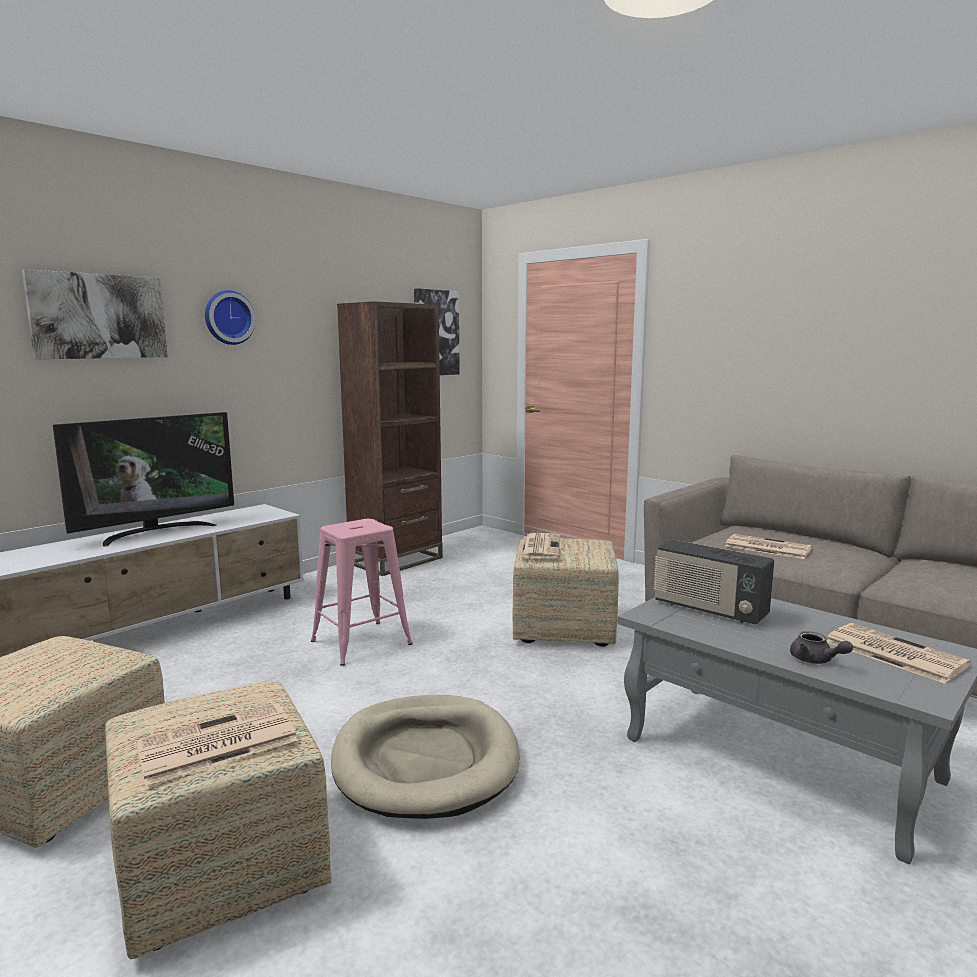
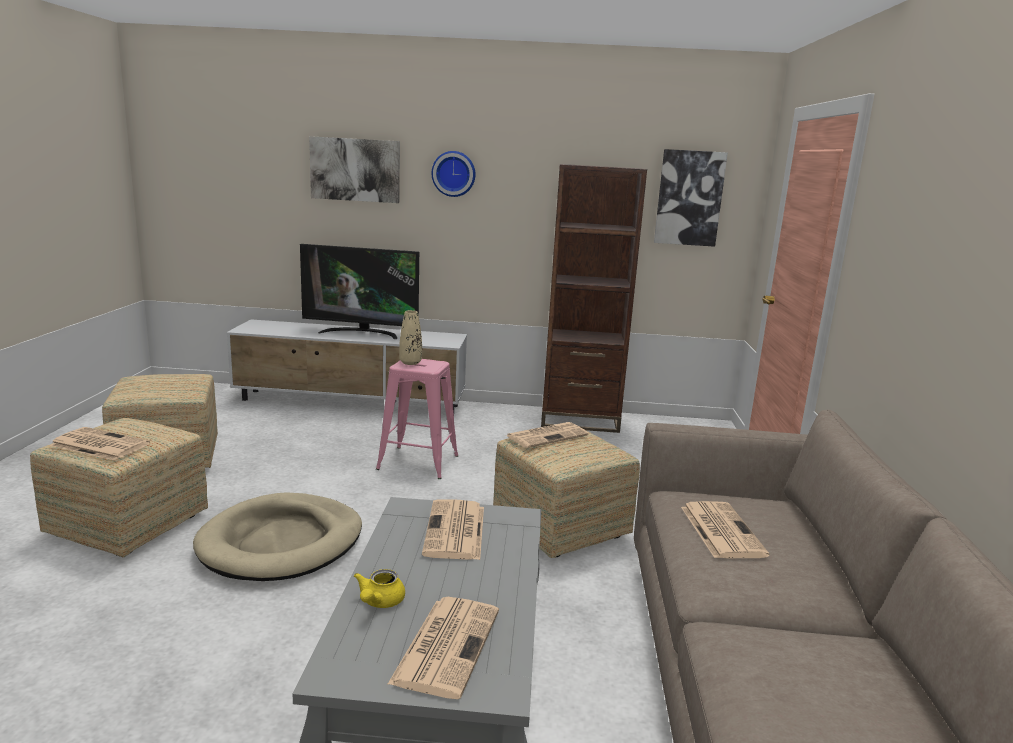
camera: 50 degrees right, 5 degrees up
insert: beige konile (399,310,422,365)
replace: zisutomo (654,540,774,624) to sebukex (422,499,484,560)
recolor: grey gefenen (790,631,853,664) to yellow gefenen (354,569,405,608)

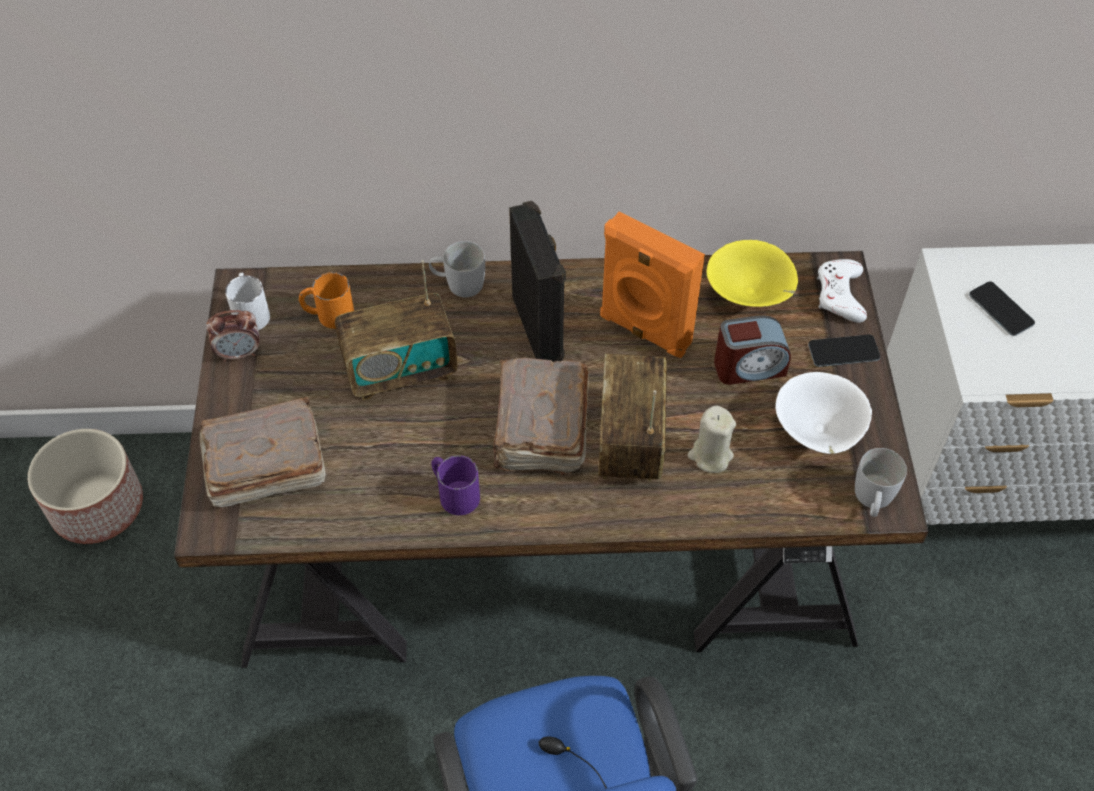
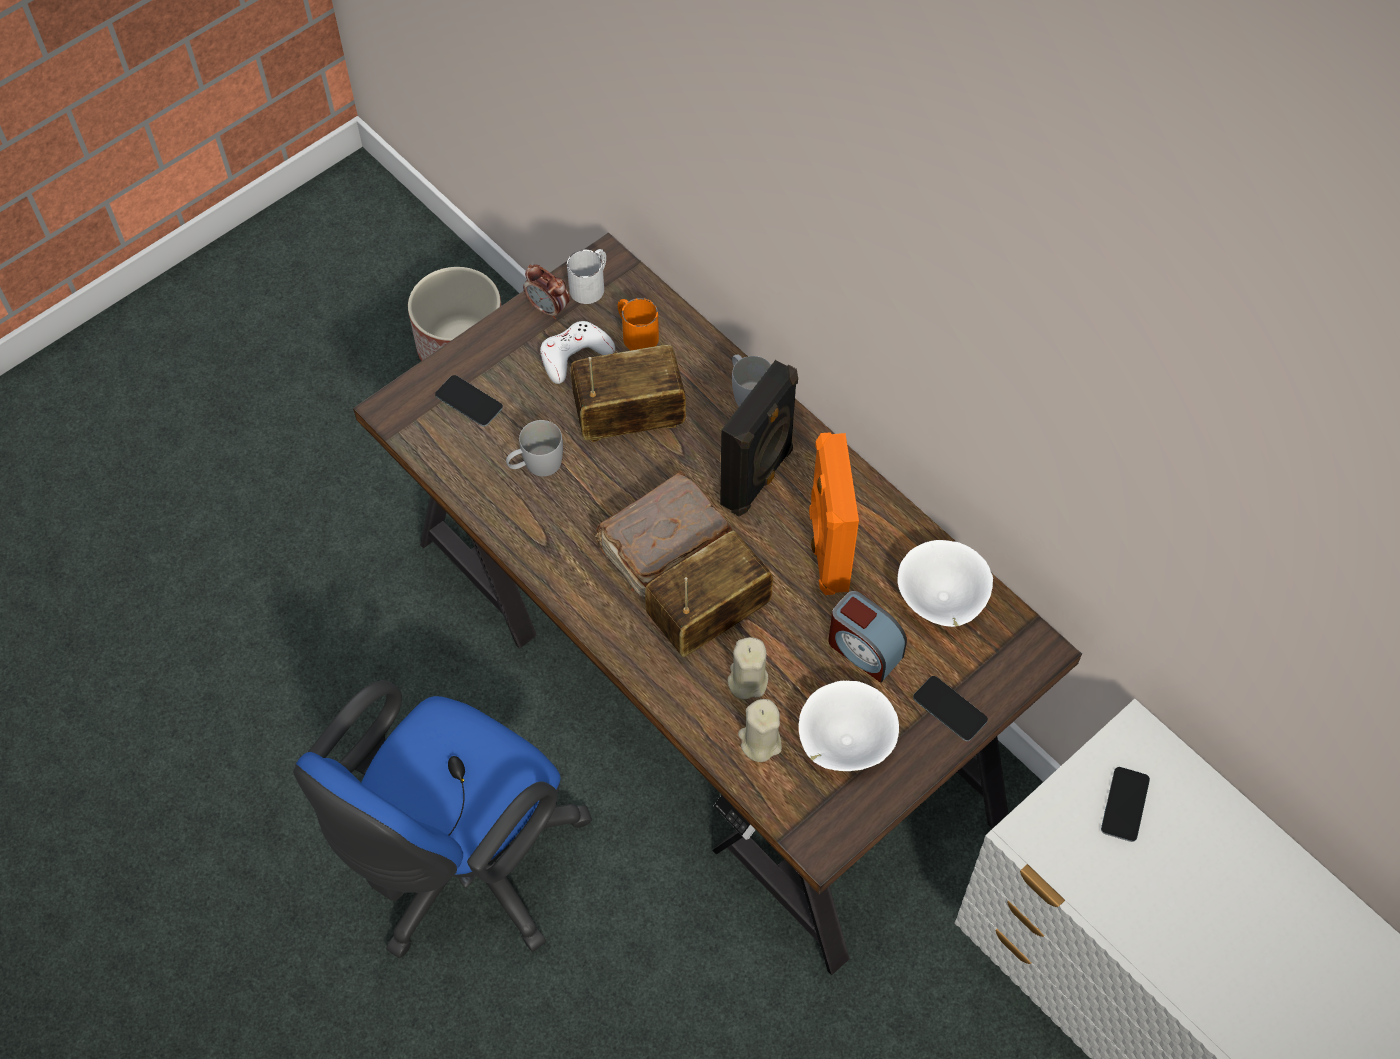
camera: 50 degrees right, 5 degrees up
delete: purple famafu (431,455,480,515)
insert: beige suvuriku (738,699,782,762)
move: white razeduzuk (817,259,867,323) to (540,321,615,384); white famafu (855,448,907,517) to (506,420,563,477)
replace: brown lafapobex (199,397,326,507) to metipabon (435,375,503,426)
recolor: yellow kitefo (707,240,798,307) to white kitefo (897,540,993,627)
rotate: zisutomo (335,260,457,400) = (570,345,686,442) 135 degrees clockwise

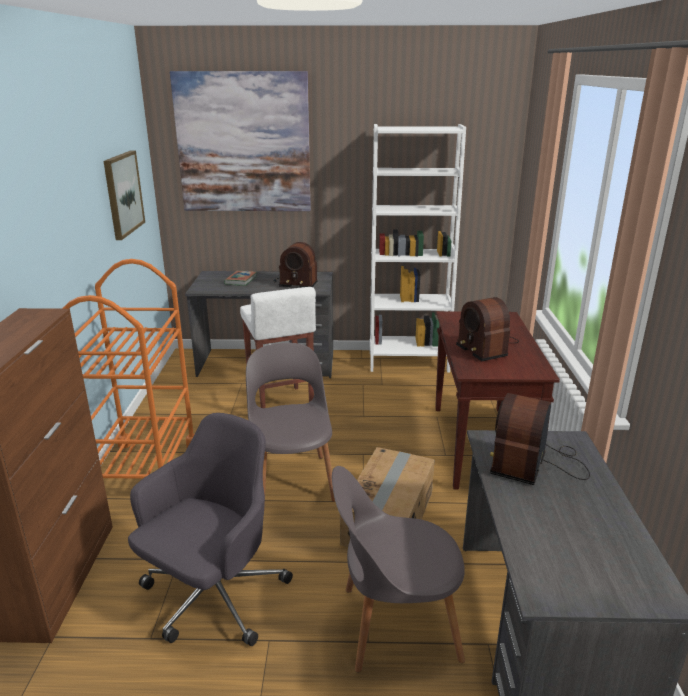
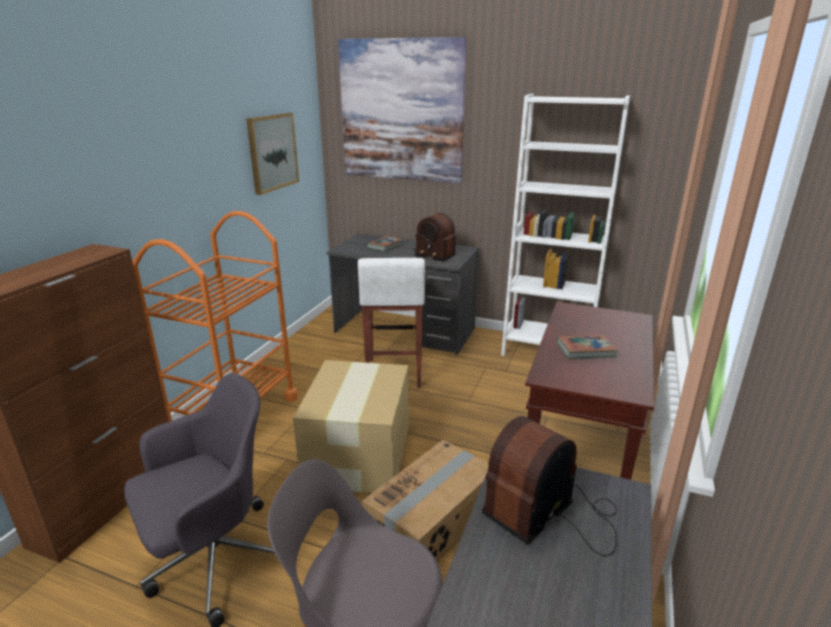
camera: 20 degrees right, 0 degrees up
replace: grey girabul (246,343,335,508) to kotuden (293,360,409,493); zisutomo (456,297,519,361) to lafapobex (557,335,618,359)

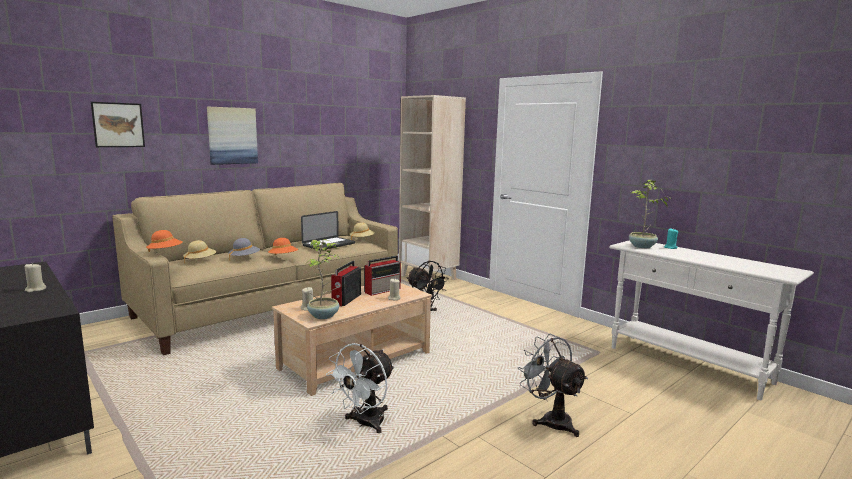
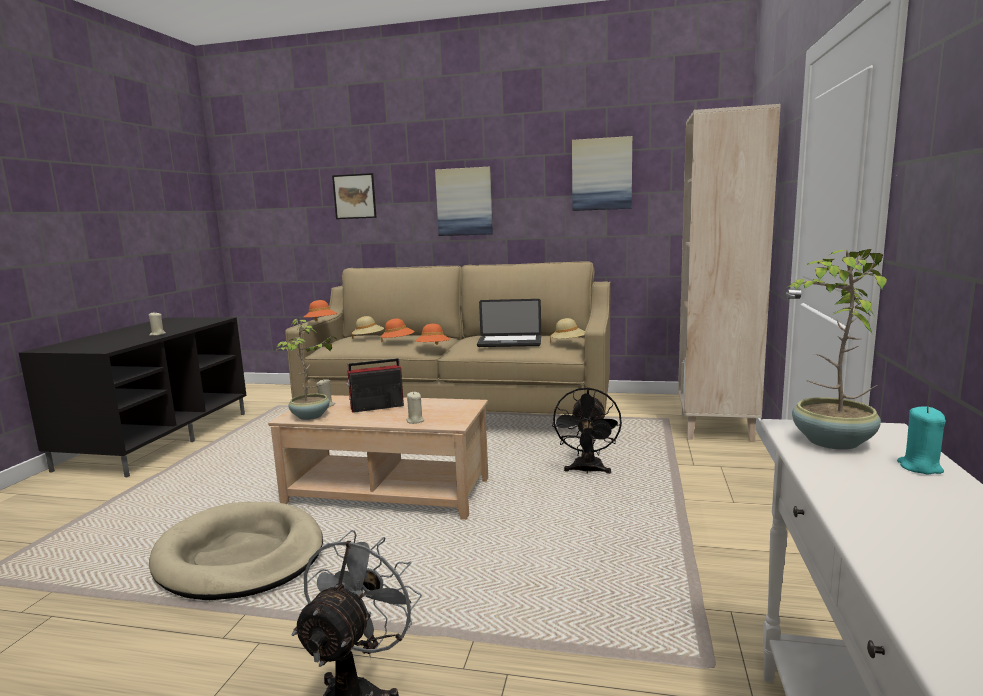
camera: 55 degrees right, 0 degrees up
delete: zisutomo (364,256,401,296)
insert: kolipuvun (572,136,632,211)
replace: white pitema (326,343,395,433) to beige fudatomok (149,502,323,600)
recolor: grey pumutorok (228,238,260,260) to orange pumutorok (380,319,415,342)

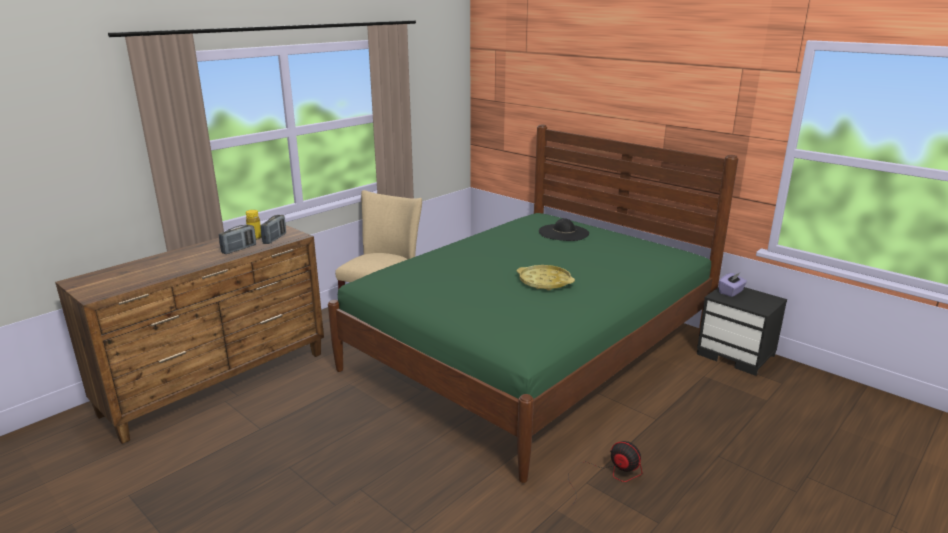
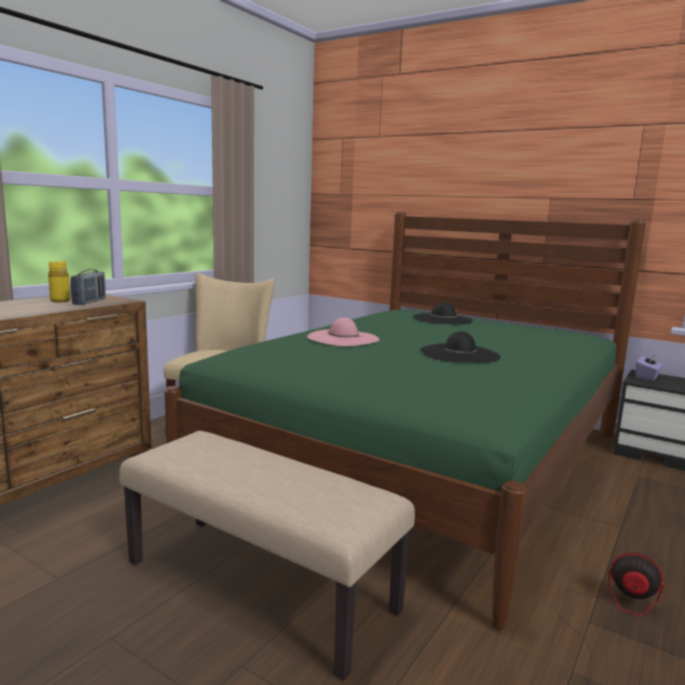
camera: 10 degrees left, 10 degrees down
delete: zisutomo (219,225,256,254)
insert: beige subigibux (119,431,415,680); pink pumutorok (307,317,379,346)
replace: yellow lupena (517,265,575,290) to black pumutorok (420,331,500,363)

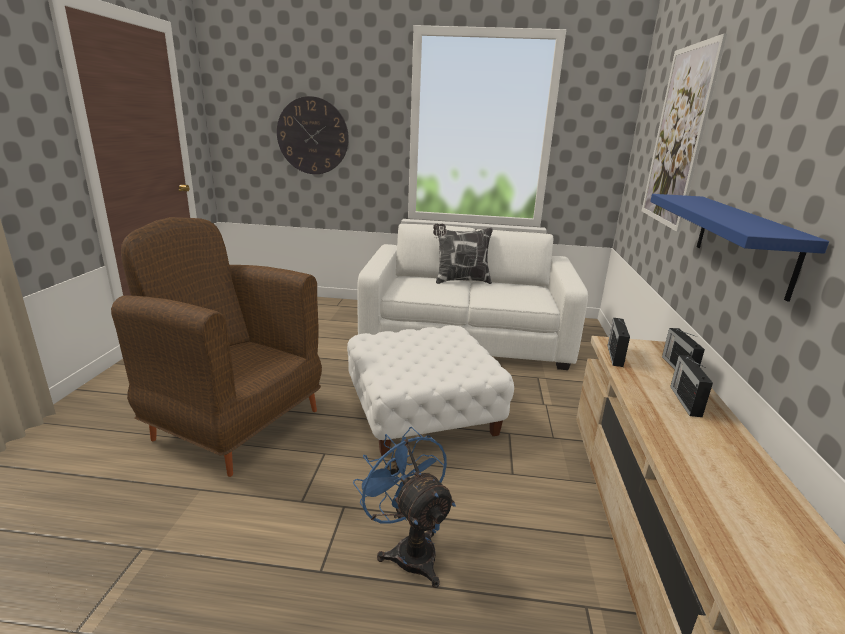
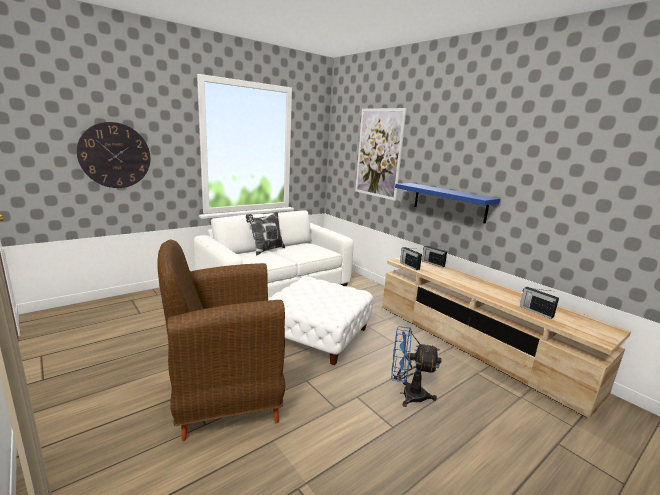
camera: 45 degrees left, 5 degrees down
move: zisutomo (670,355,713,417) to (520,287,559,319)

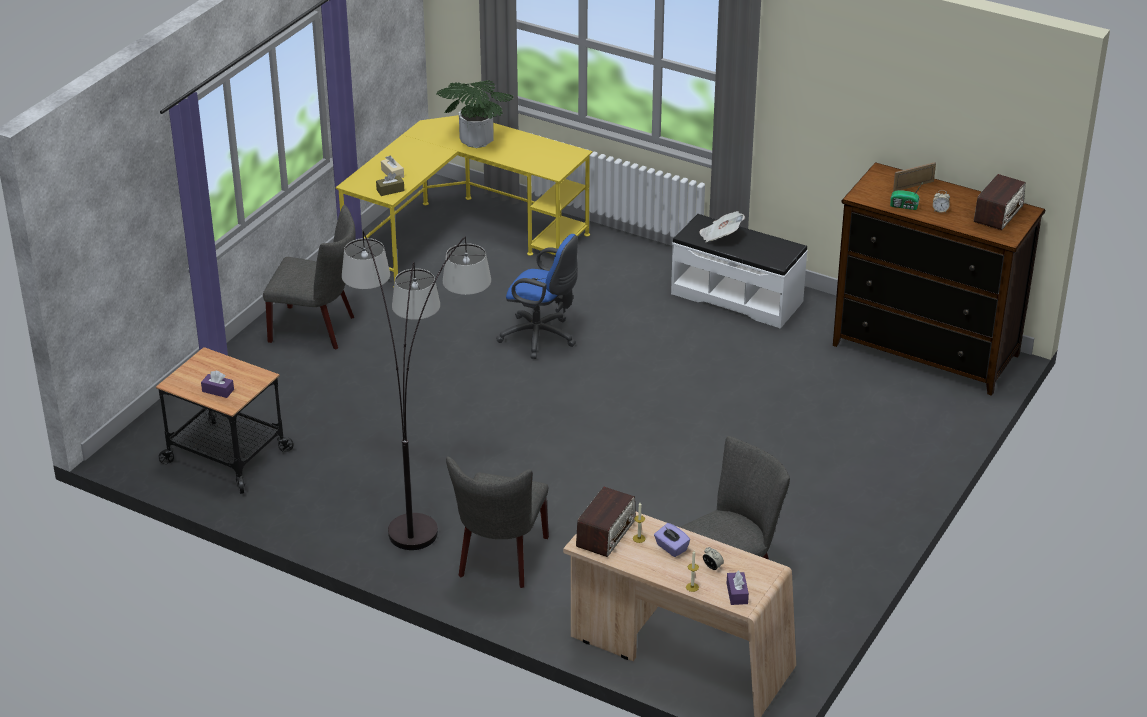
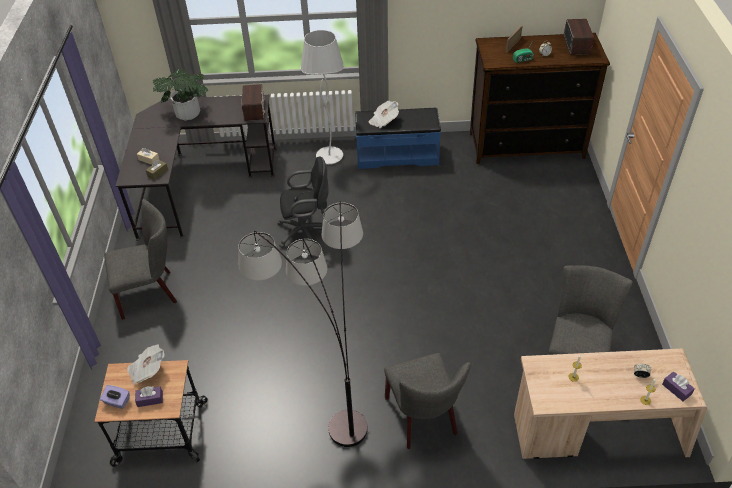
camera: 30 degrees left, 10 degrees up
insert: sebukex (127,344,165,384); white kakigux (301,30,344,165)
move: zisutomo (576,487,636,557) to (242,84,265,121); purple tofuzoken (654,523,690,557) to (100,385,130,409)
recolor: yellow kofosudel (336,115,592,283) to black kofosudel (116,94,277,240); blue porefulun (496,234,578,359) to black porefulun (277,157,329,248); white subigibux (671,214,808,329) to blue subigibux (355,108,441,169)

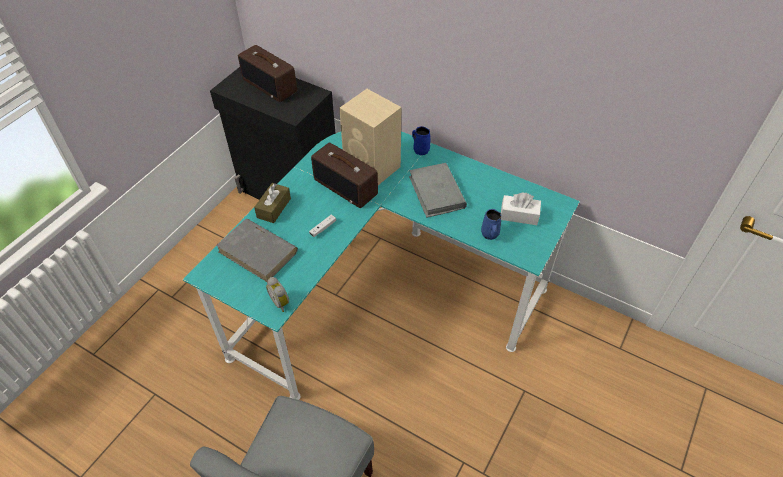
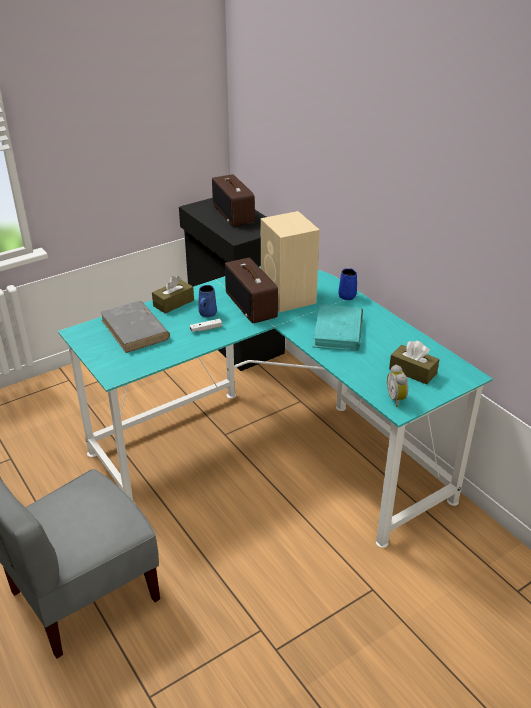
camera: 25 degrees right, 15 degrees down
move: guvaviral (266,277,289,312) to (387,365,408,407); blue famafu (481,209,501,240) to (198,285,217,317)
recolor: grey lafapobex (409,163,467,218) to turquoise lafapobex (312,304,363,351); white tofuzoken (501,193,541,225) to brown tofuzoken (389,341,440,385)

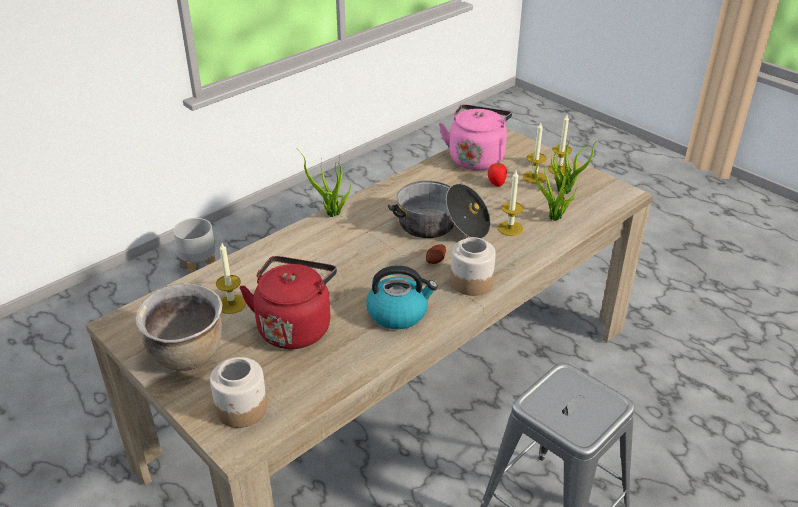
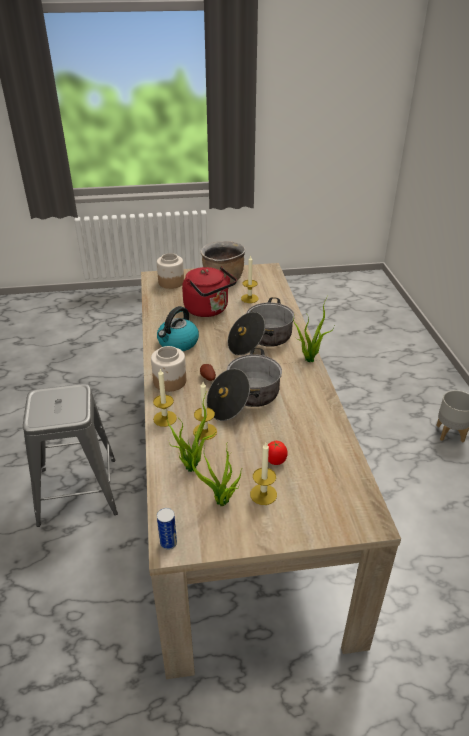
camera: 125 degrees right, 0 degrees up
delete: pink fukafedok (439,104,512,170)
insert: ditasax (157,508,177,550); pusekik (228,297,295,356)
move: suvuriku (548,115,572,175) to (153,368,177,427)

